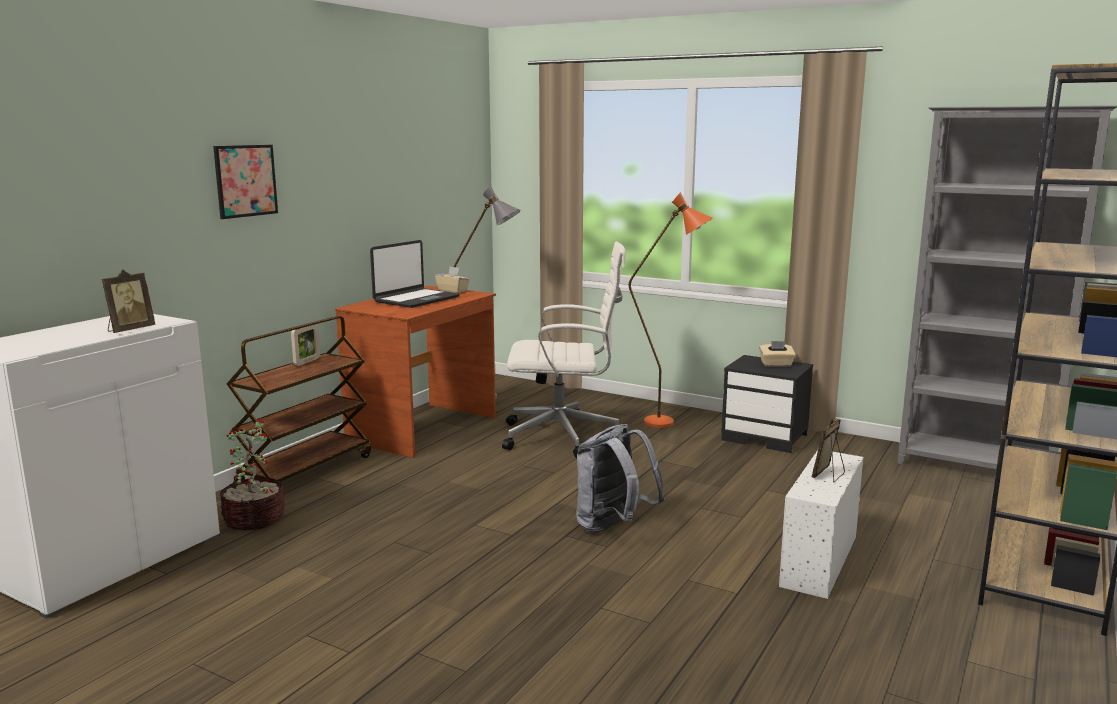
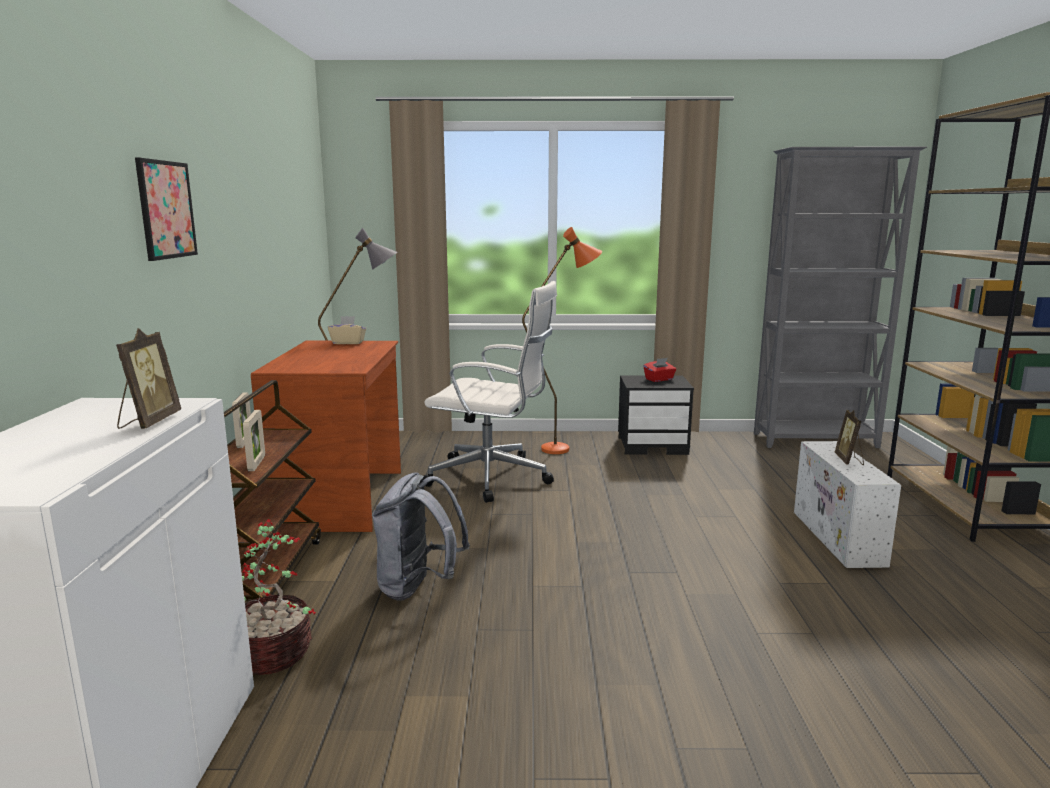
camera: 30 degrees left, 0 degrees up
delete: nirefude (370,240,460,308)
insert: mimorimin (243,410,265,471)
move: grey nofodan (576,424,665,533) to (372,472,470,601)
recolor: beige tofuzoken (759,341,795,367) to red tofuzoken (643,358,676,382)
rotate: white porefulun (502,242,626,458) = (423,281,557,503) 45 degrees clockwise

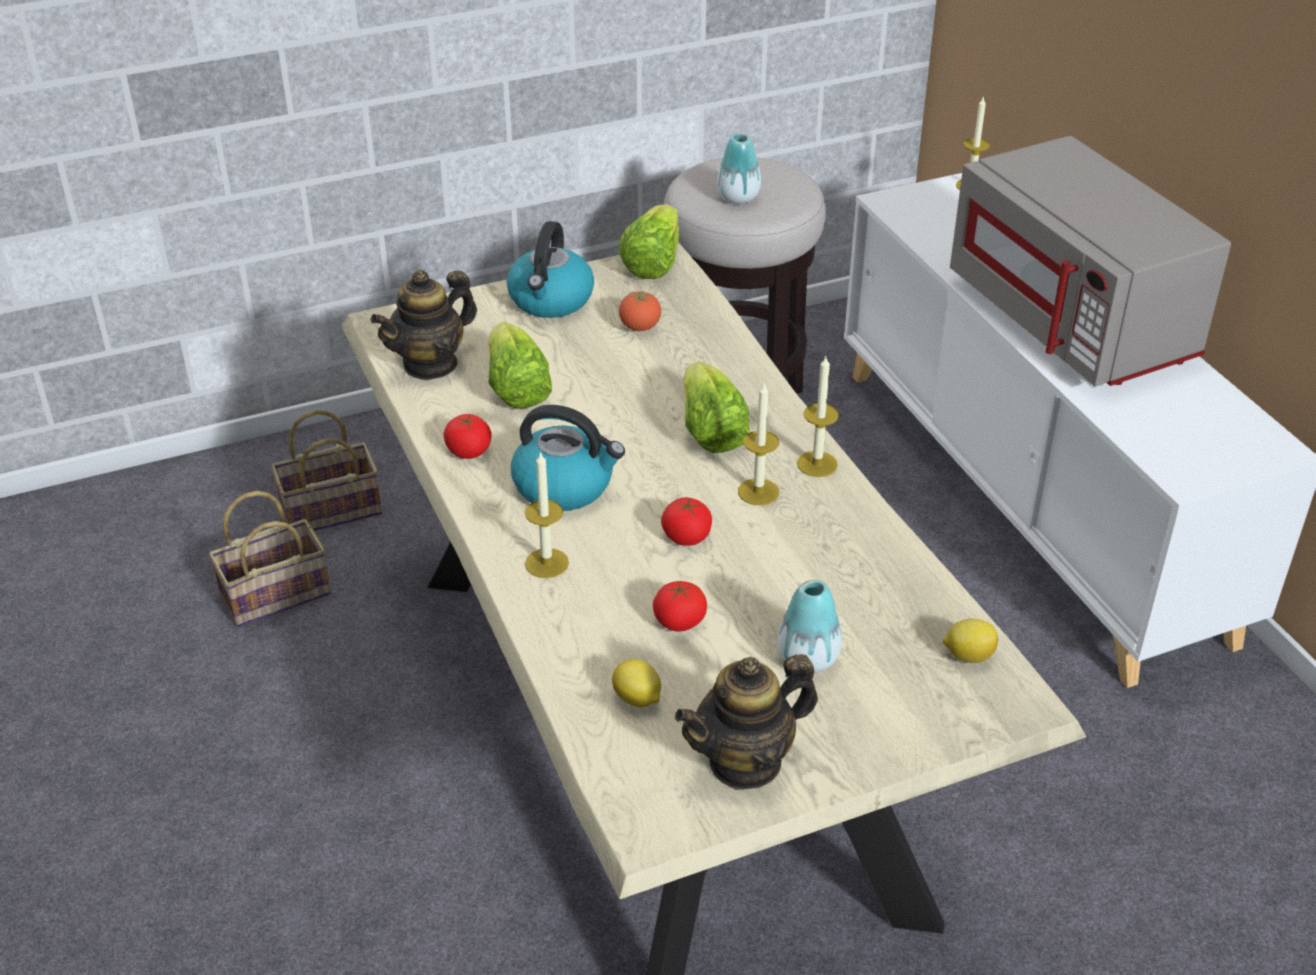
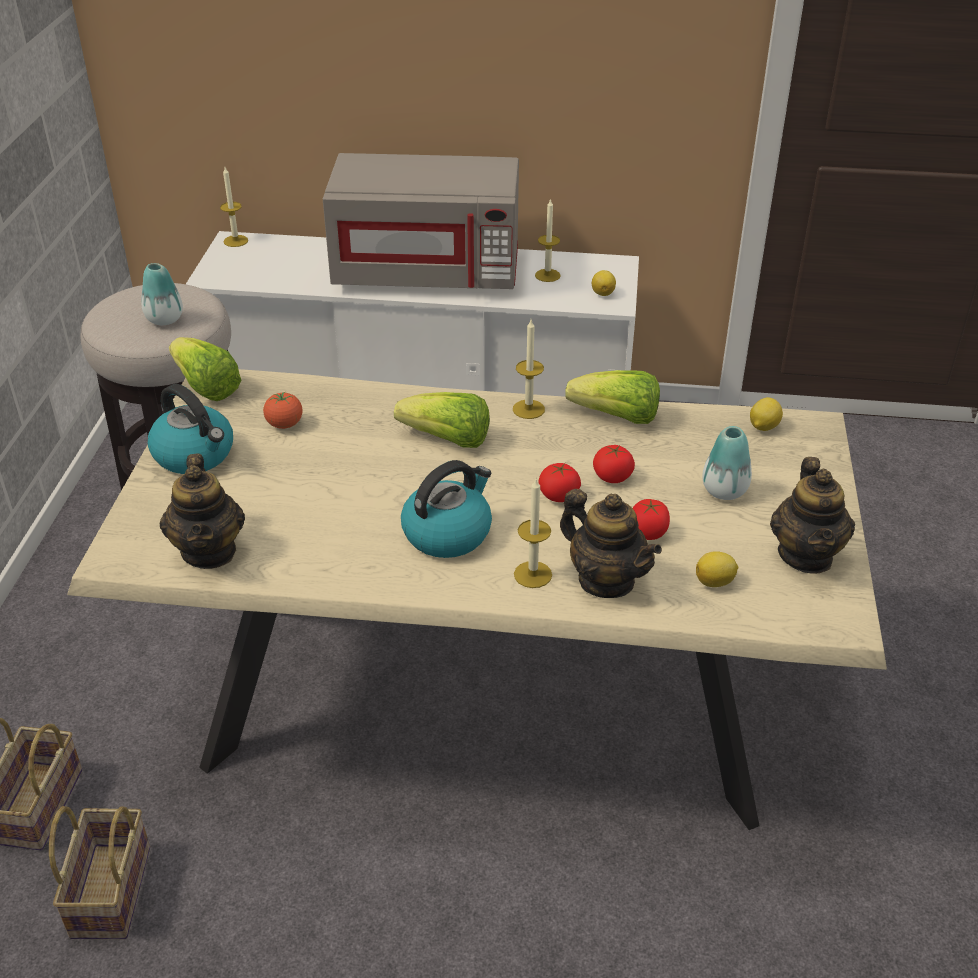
camera: 60 degrees left, 0 degrees up
insert: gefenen (560,489,662,598); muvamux (592,270,616,296)
move: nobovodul (444,414,491,459) to (593,445,635,483); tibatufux (488,322,552,409) to (565,370,660,424); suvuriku (738,383,779,505) to (535,198,561,282)

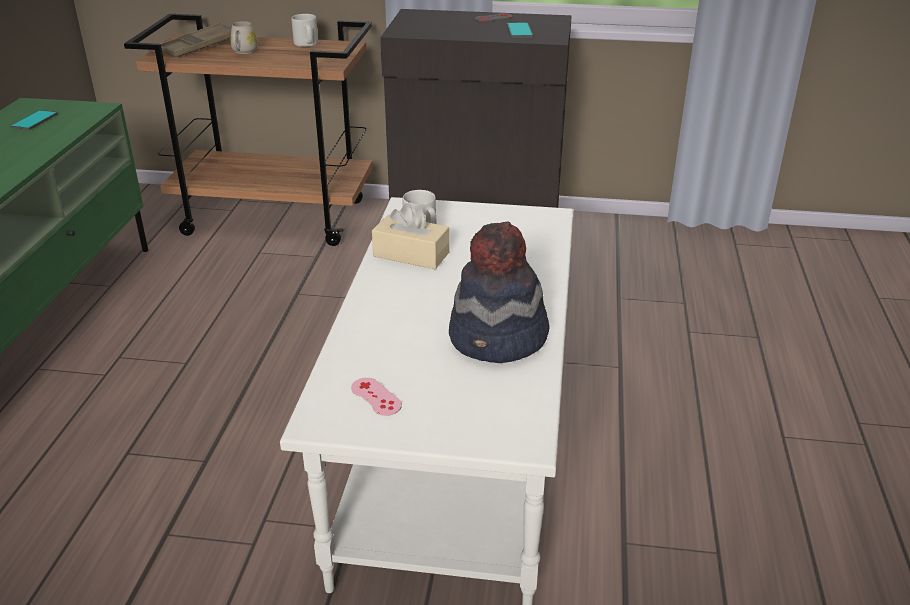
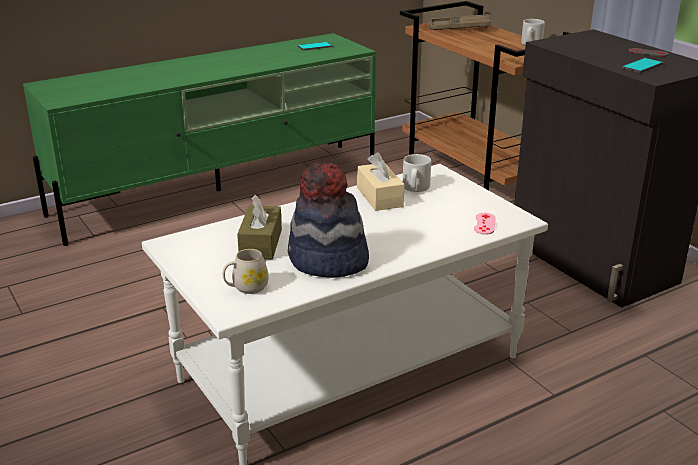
camera: 50 degrees right, 5 degrees down
insert: brown tofuzoken (237,195,282,260)
move: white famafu (230,21,258,54) to (223,249,269,294); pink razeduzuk (351,378,402,416) to (474,213,496,235)

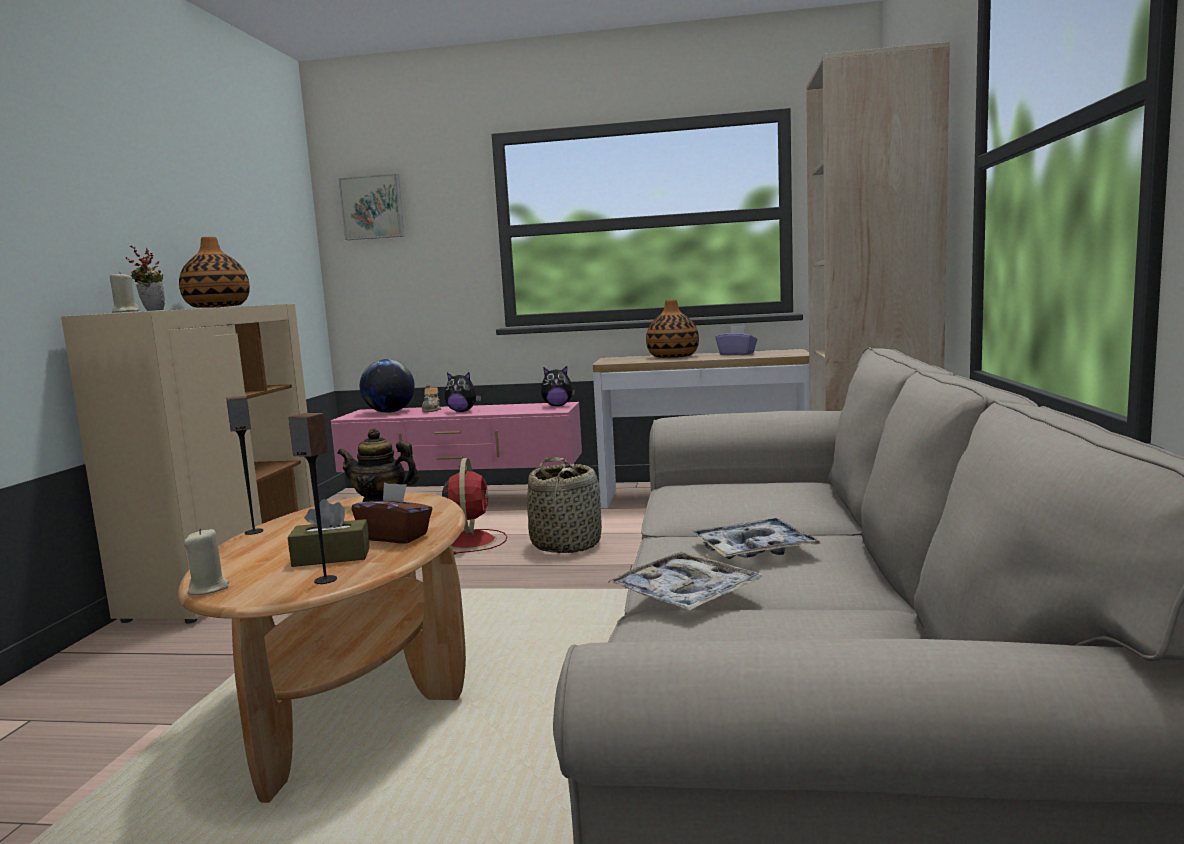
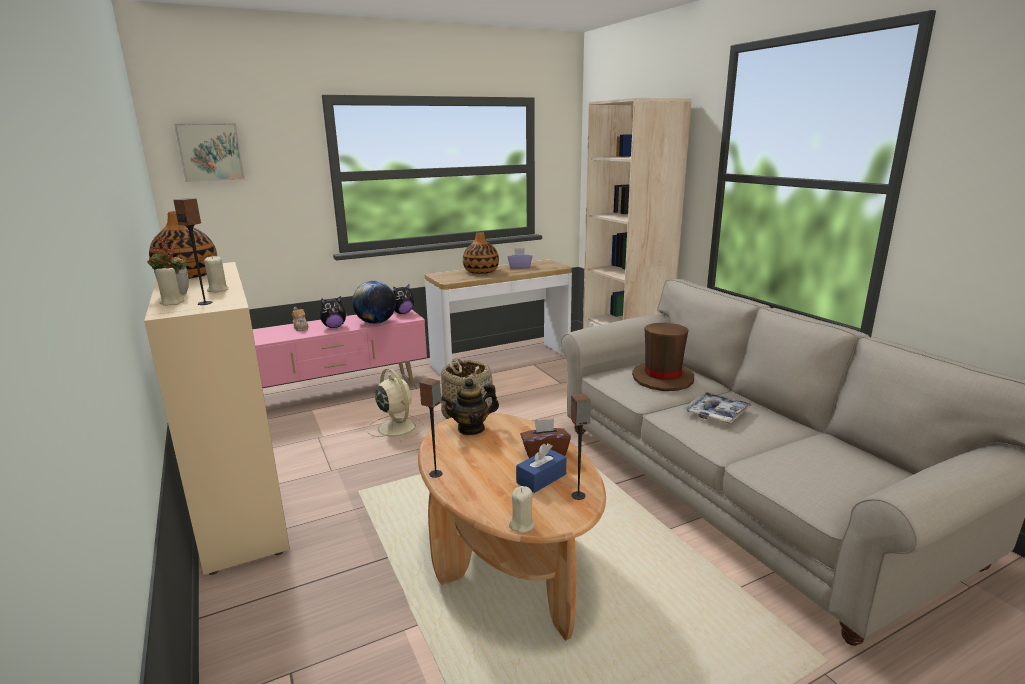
camera: 35 degrees left, 10 degrees up
delete: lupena (605,551,763,611)
insert: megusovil (173,198,212,305); beige suvuriku (204,255,229,292); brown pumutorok (632,323,694,391)
move: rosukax (360,359,415,413) to (352,281,396,324)
recolor: brown tofuzoken (288,499,370,567) to blue tofuzoken (516,443,566,493); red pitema (442,458,507,555) to beige pitema (367,368,424,442)

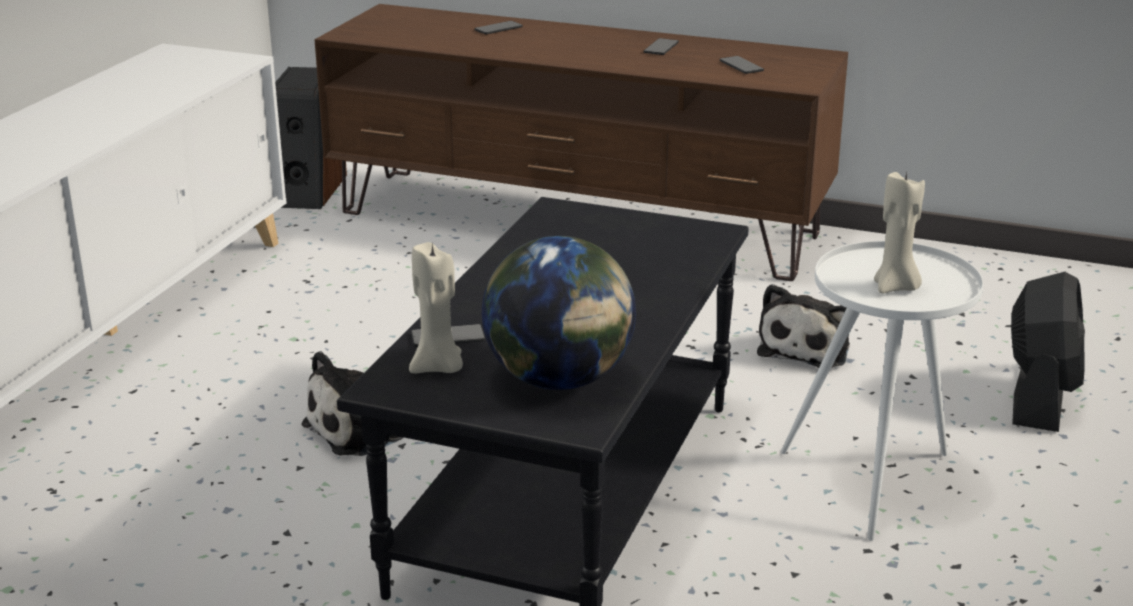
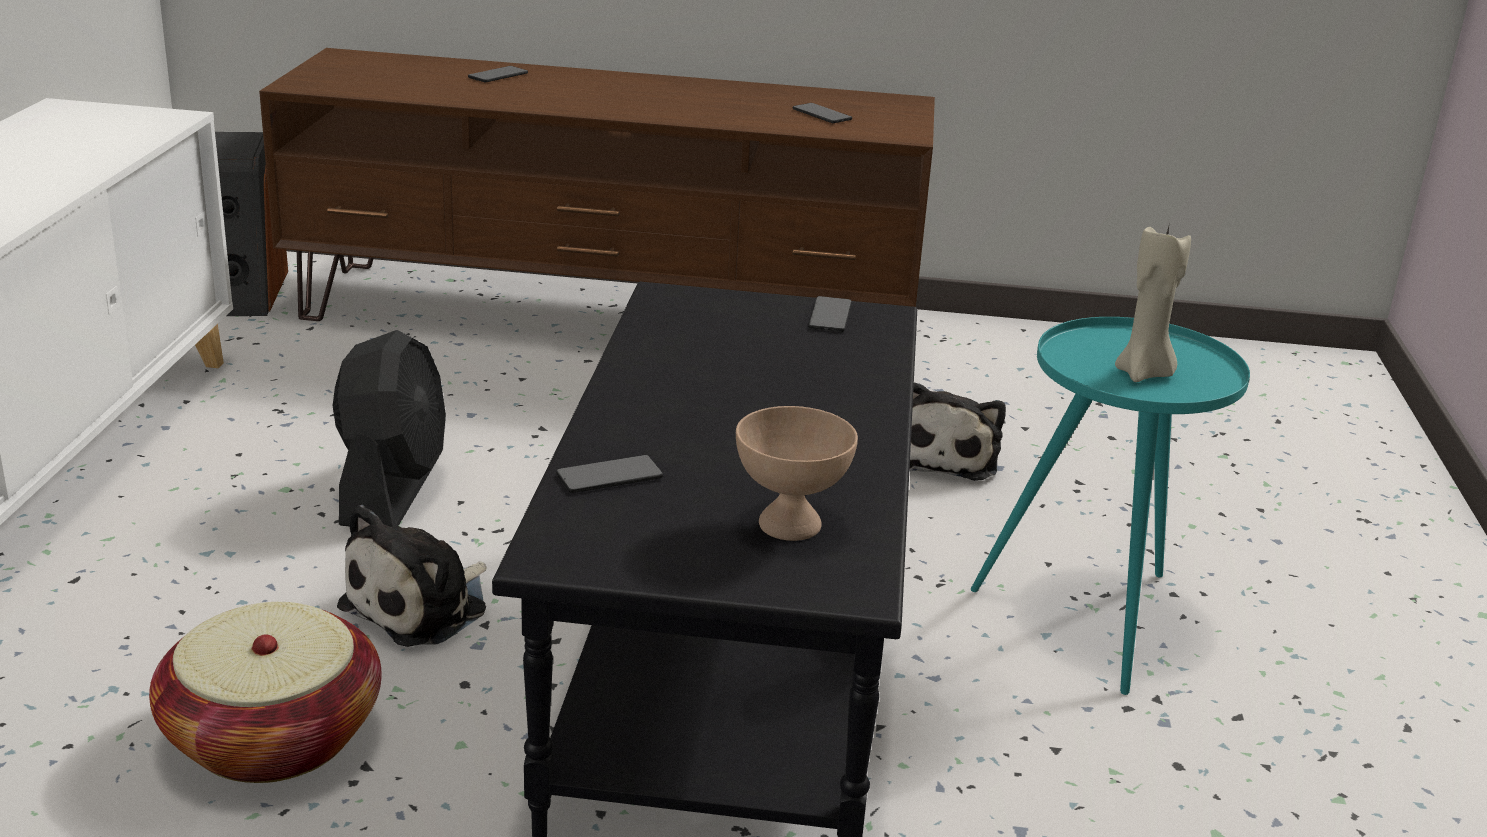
camera: 15 degrees left, 0 degrees up
delete: beige suvuriku (409,242,463,373)
insert: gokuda (149,602,382,783)
move: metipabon (644,38,679,55) to (808,296,852,332); black pitema (1011,272,1085,432) to (333,330,446,527)
replace: rosukax (482,236,636,390) to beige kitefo (736,406,858,541)
recolor: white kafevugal (781,241,983,541) to turquoise kafevugal (971,317,1250,695)

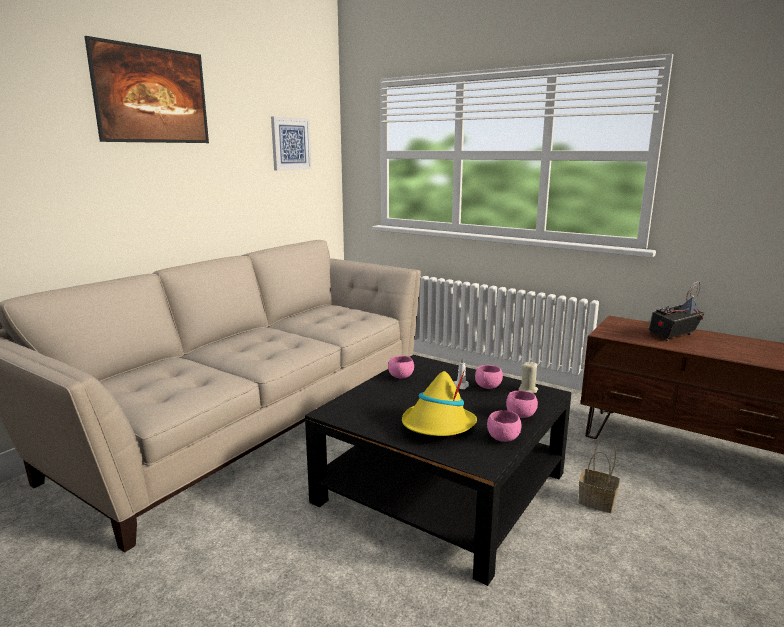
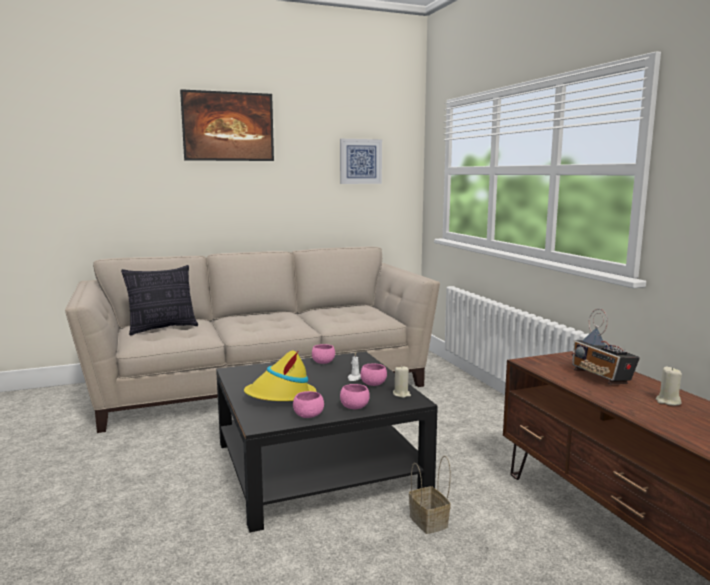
camera: 35 degrees right, 5 degrees down
insert: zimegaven (121,265,198,336); beige suvuriku (656,366,682,406)
rotate: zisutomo (648,281,705,341) = (571,309,640,384) 120 degrees counterclockwise

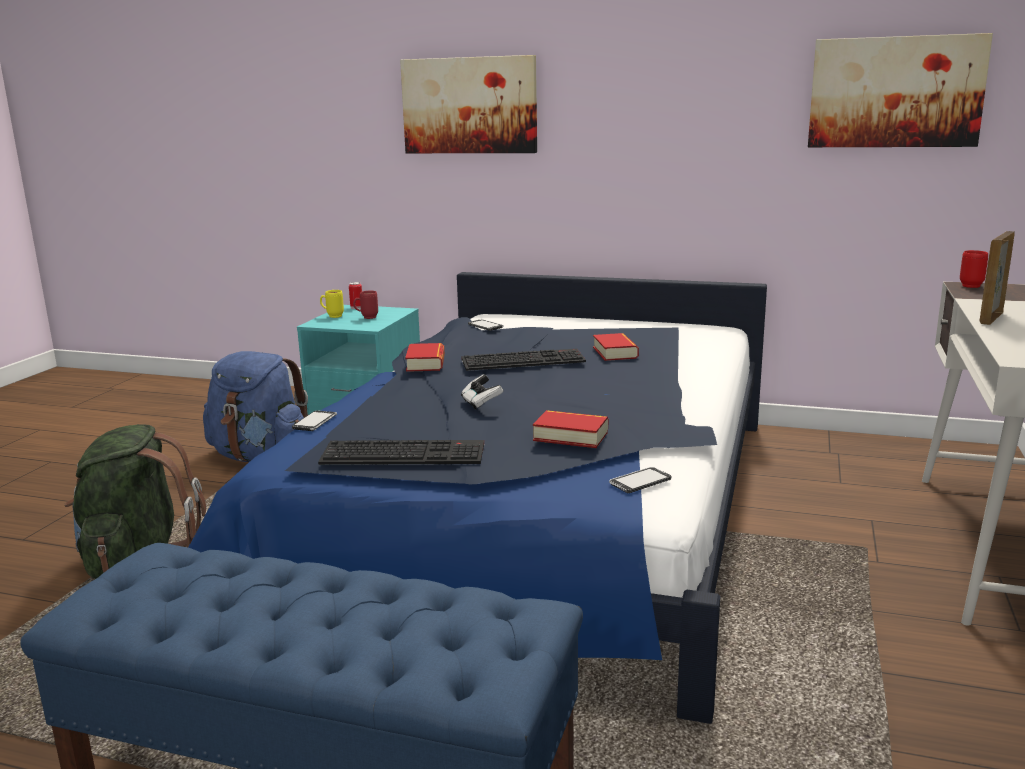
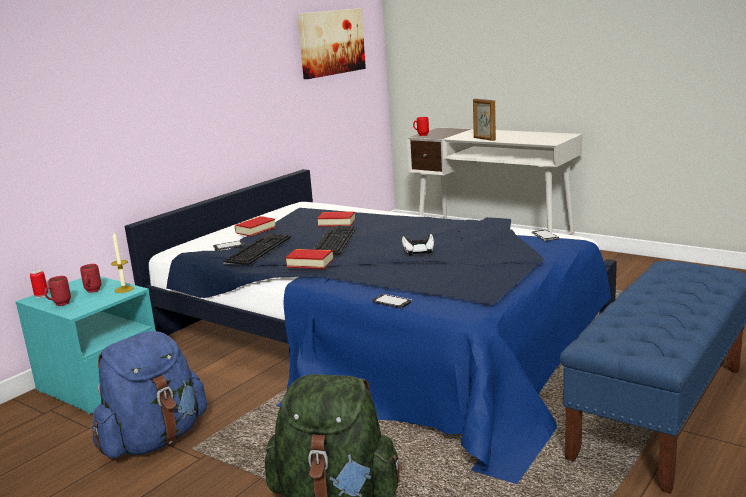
camera: 70 degrees left, 0 degrees up
delete: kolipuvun (400,55,537,153)
insert: suvuriku (111,233,134,293)
move: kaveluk (318,440,484,465) to (223,234,291,265); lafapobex (533,410,608,448) to (235,216,276,236)
recolor: yellow famafu (320,290,344,318) to red famafu (44,276,71,306)

